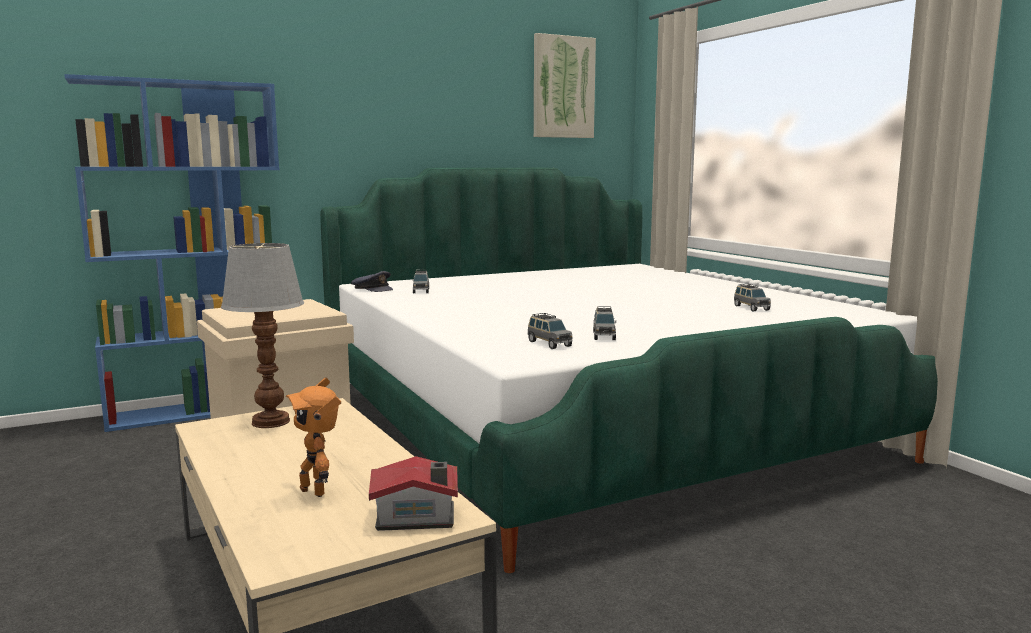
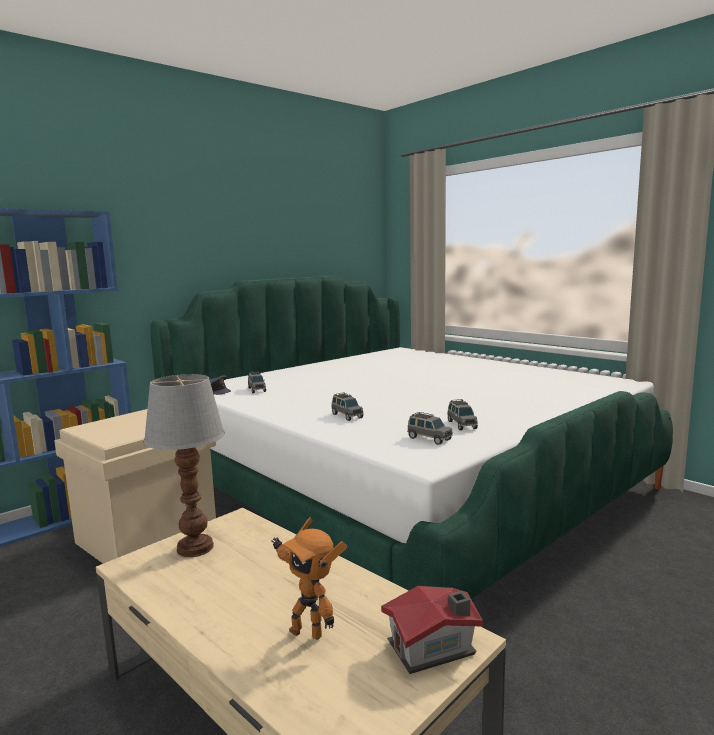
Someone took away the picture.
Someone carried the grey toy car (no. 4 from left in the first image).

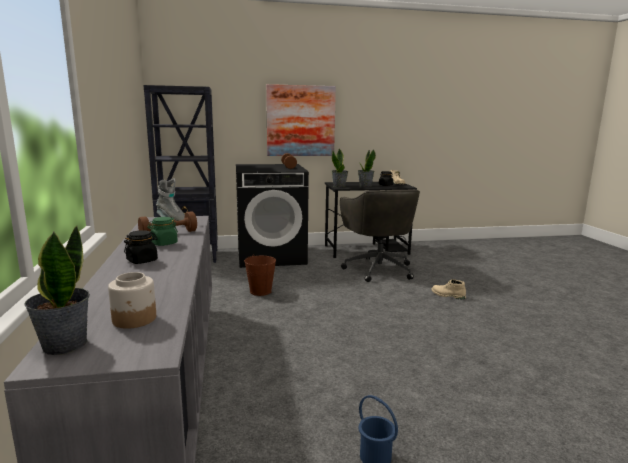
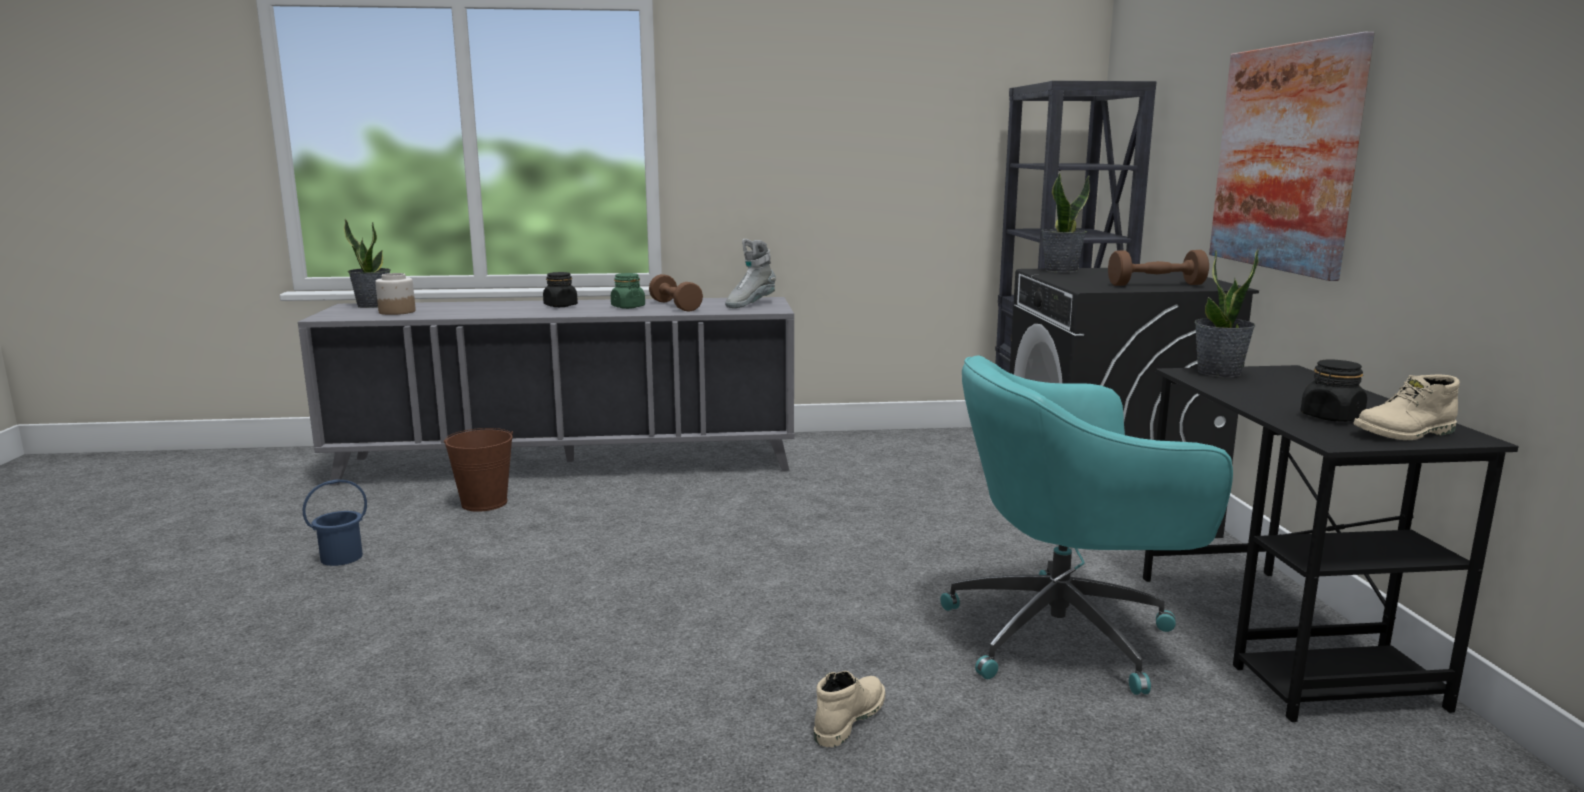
Someone carried the brown bucket.
Someone repainted the grey office chair, which became the turquoise office chair.
Someone carried the potted plant (no. 3 from left in the first image).

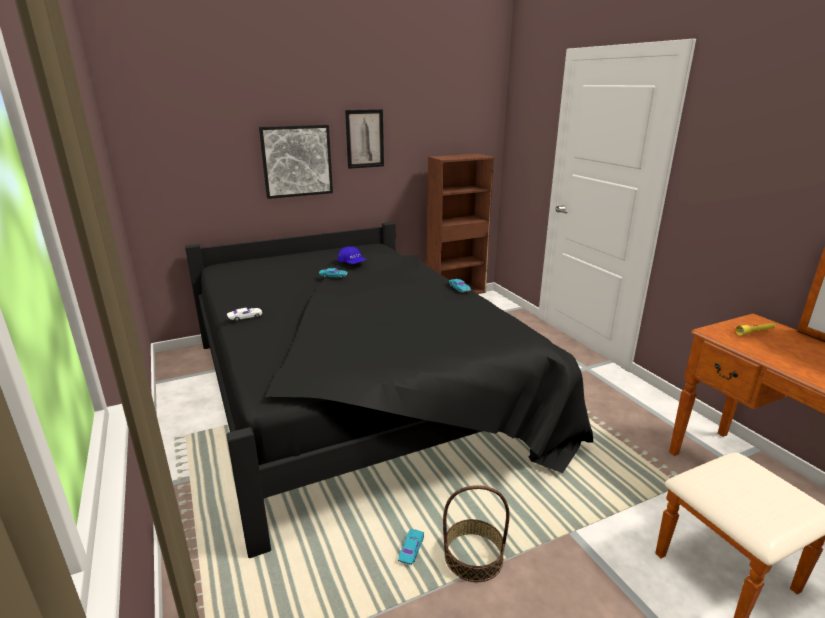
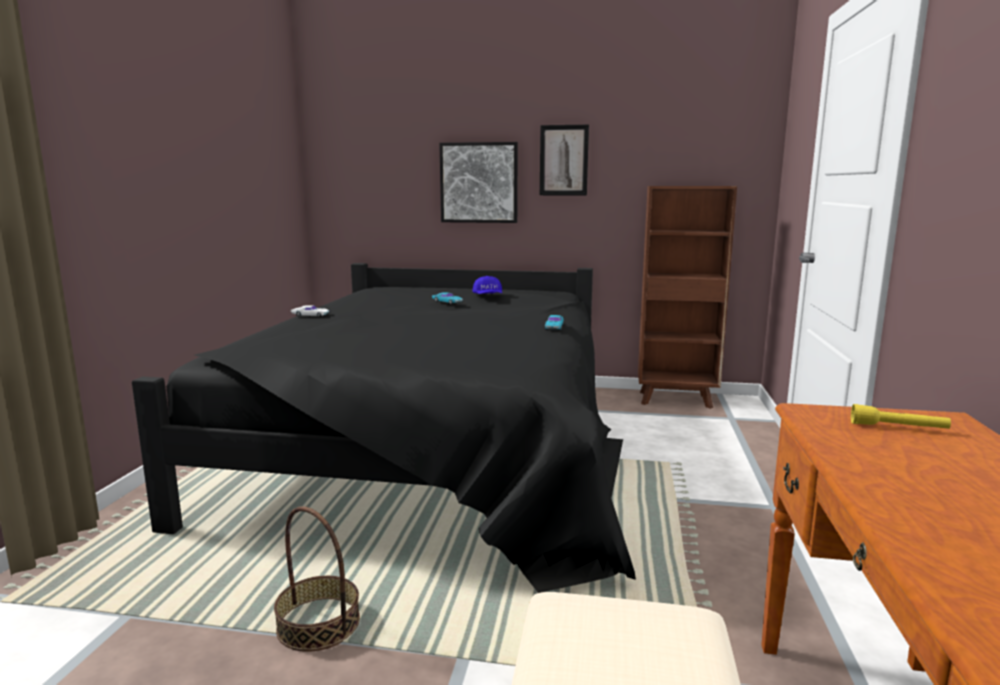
Someone took away the turquoise toy car (no. 2 from left).

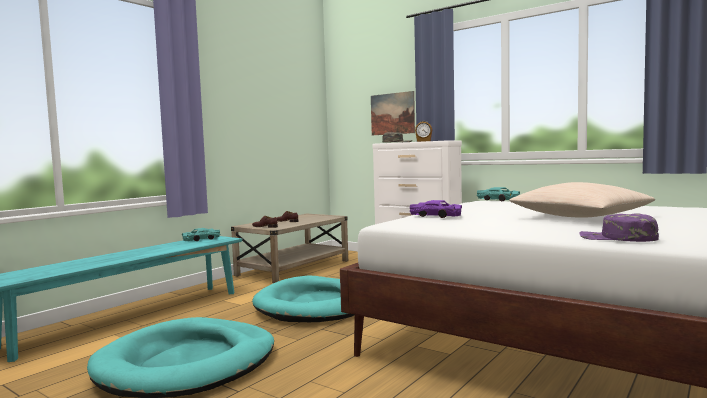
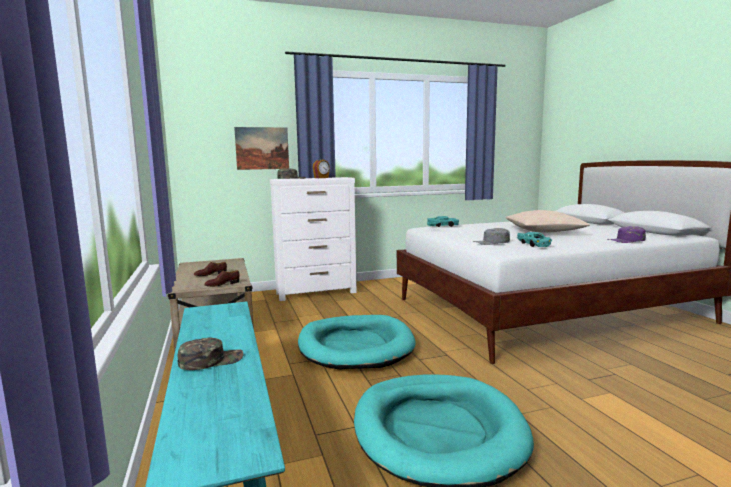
Someone carried the turquoise toy car (no. 1 from left in the first image).
Someone swapped the purple toy car for the grey cap.
Someone put down the green cap (no. 1 from left).

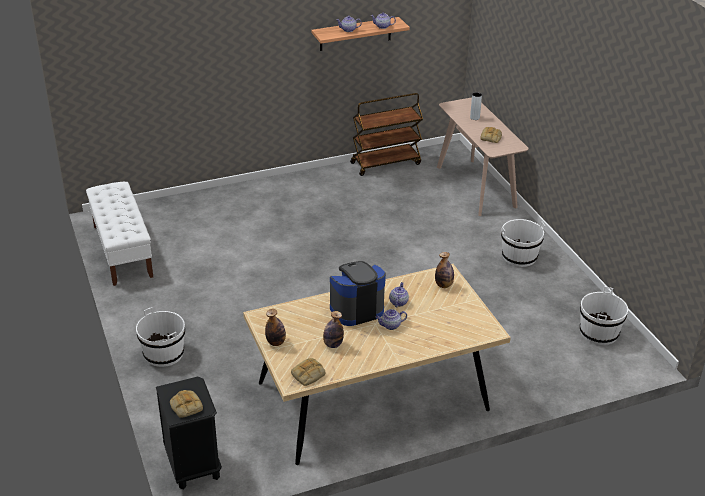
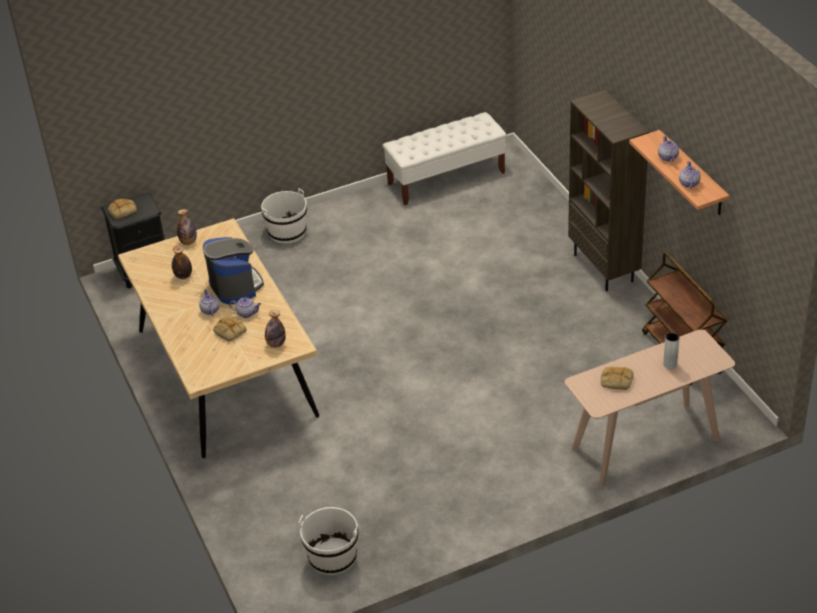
Someone carried the bread (no. 2 from left).
Someone took away the white bucket (no. 2 from left).
Someone put down the brown bookcase.

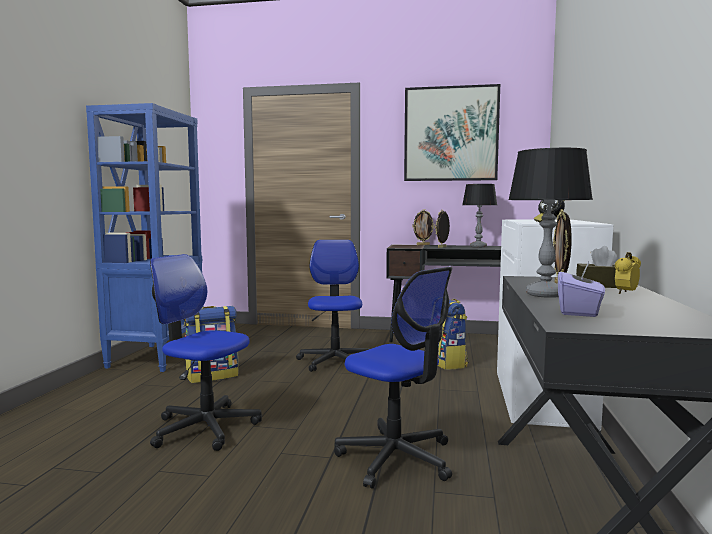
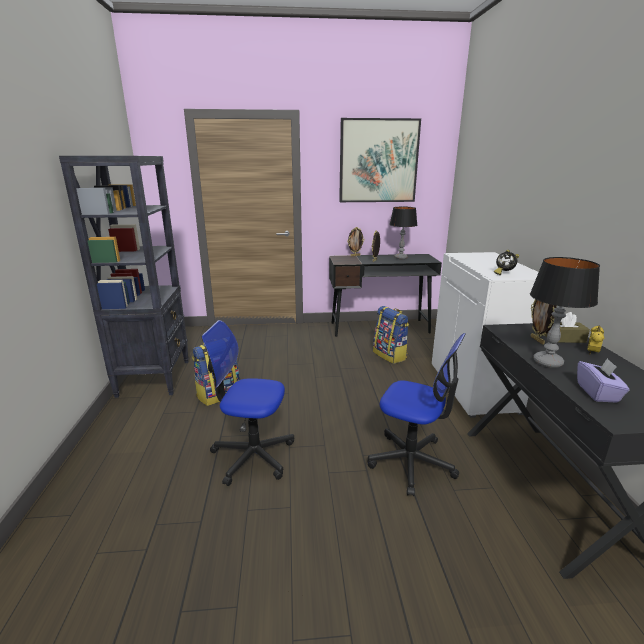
Someone repainted the blue bookcase, which became the black bookcase.
Someone took away the office chair (no. 2 from left).

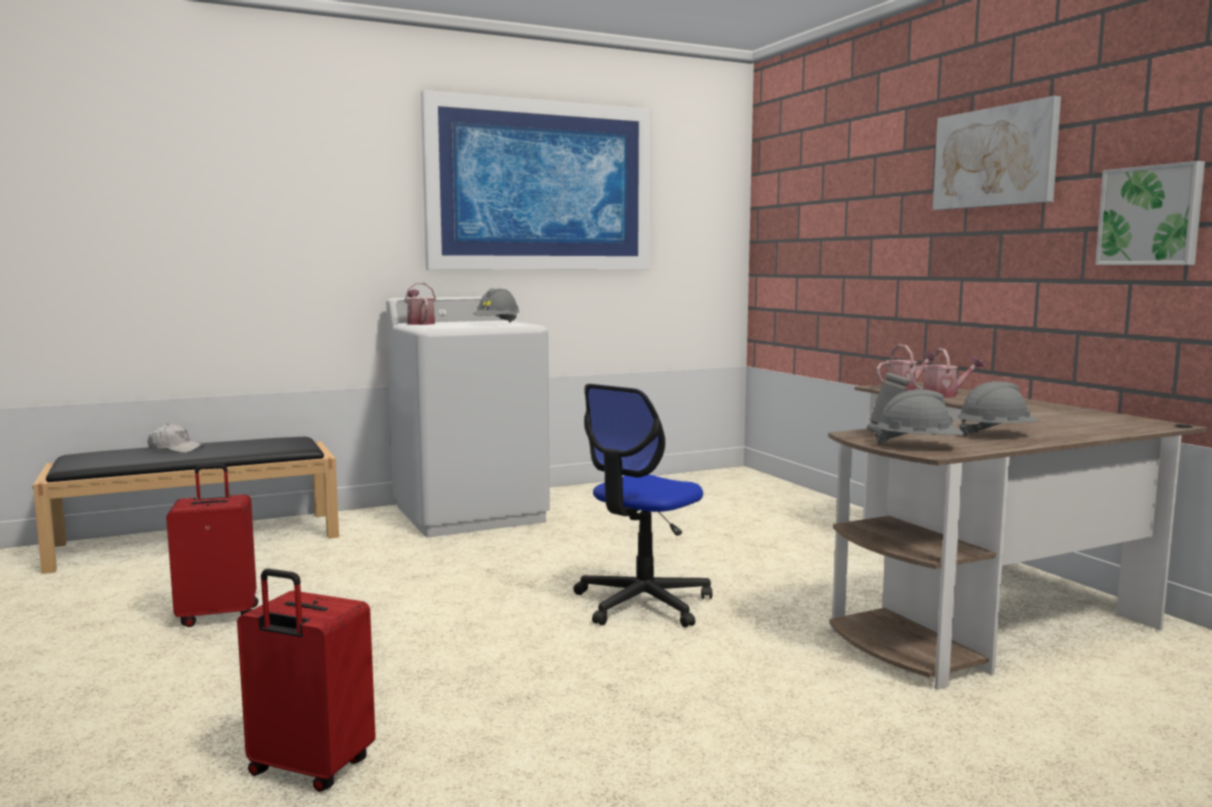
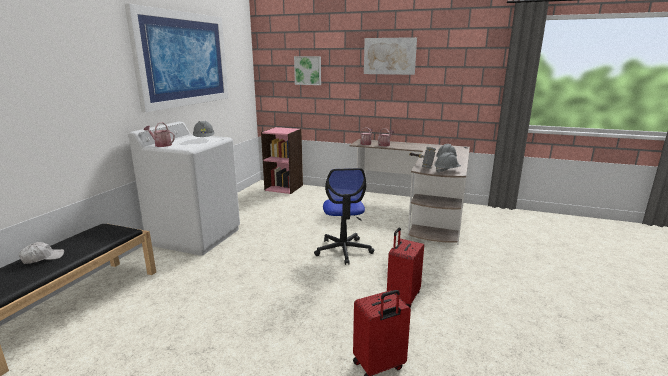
Someone carried the red suitcase (no. 1 from left in the first image).
Someone carried the picture (no. 3 from left in the first image).
Someone put down the pink bookcase.

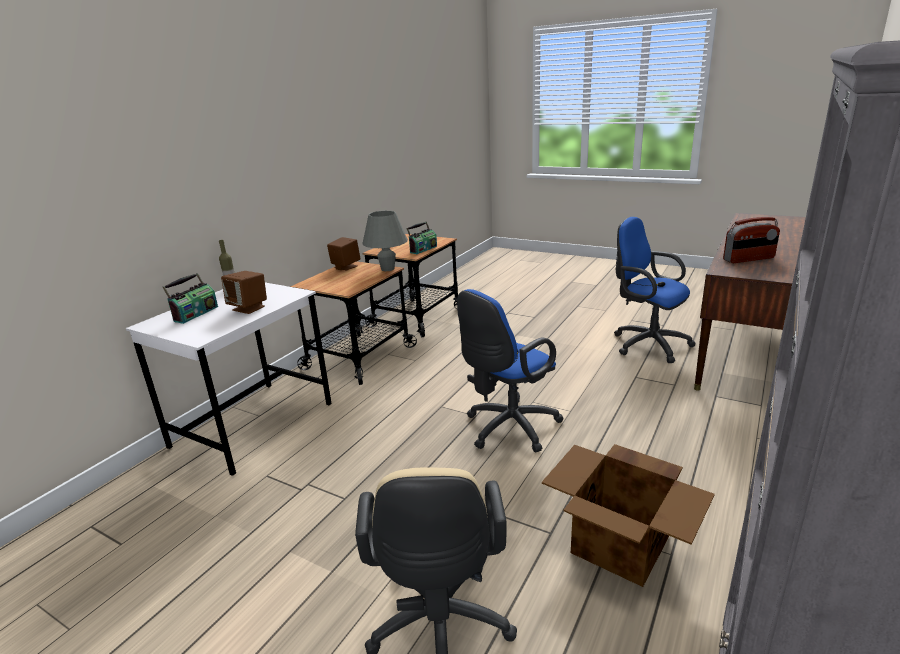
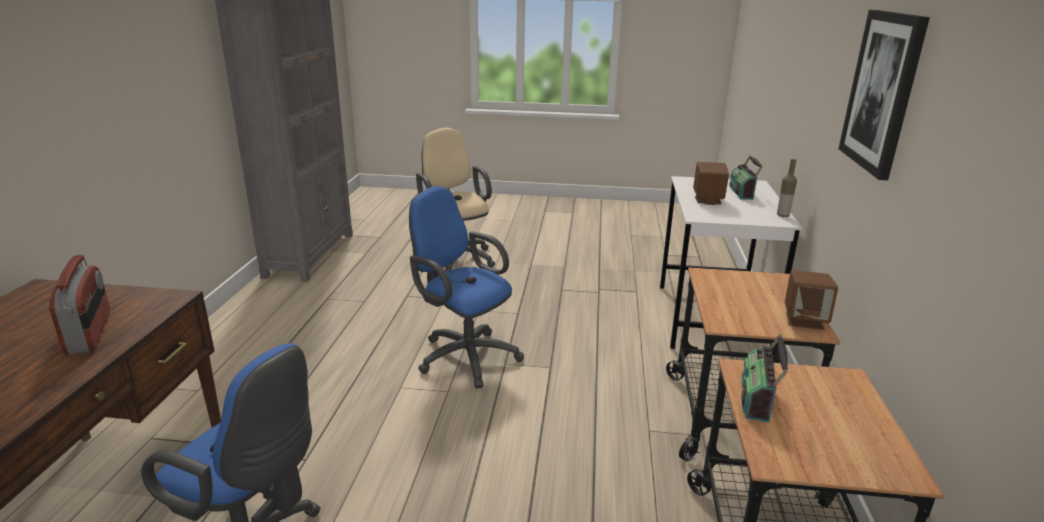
Someone took away the grey table lamp.
Someone rotated the blue office chair (no. 1 from left in the first image) by 75 degrees counterclockwise.
Someone took away the cardboard box.
Someone rotated the radio (no. 3 from left in the first image) by 105 degrees clockwise.
Someone put up the picture.

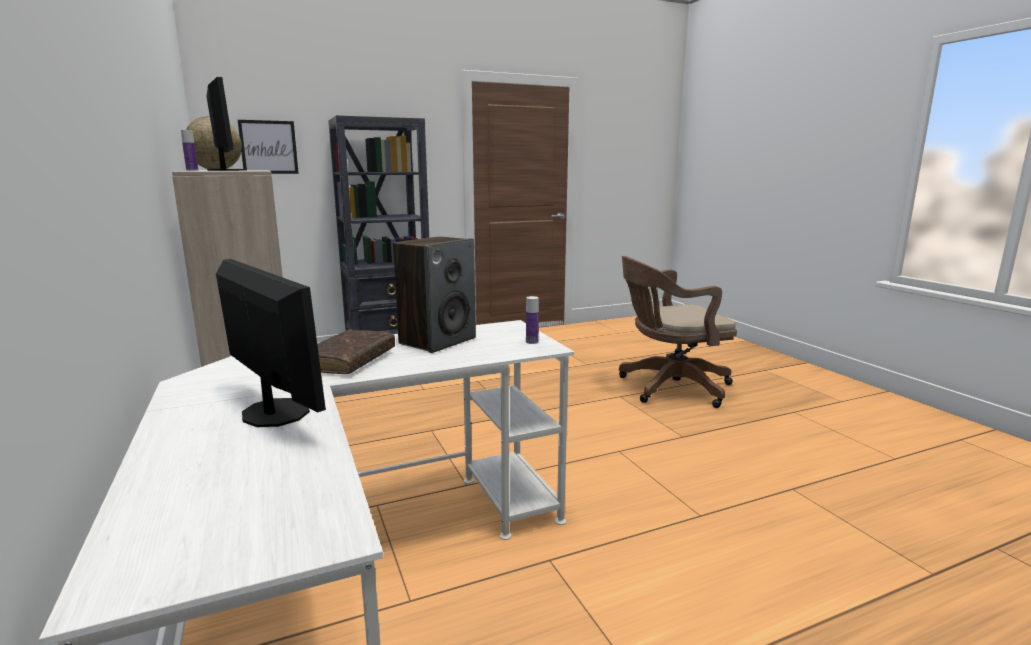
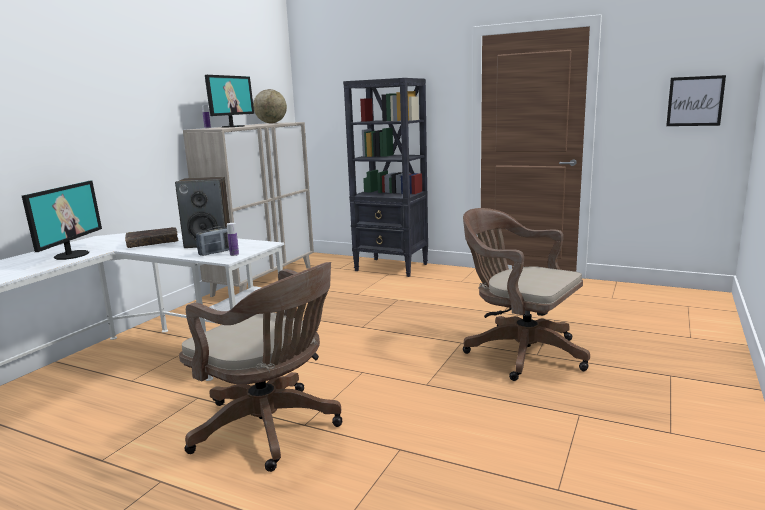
Someone carried the picture.
Someone put down the brown office chair (no. 1 from left).
Someone put down the radio.

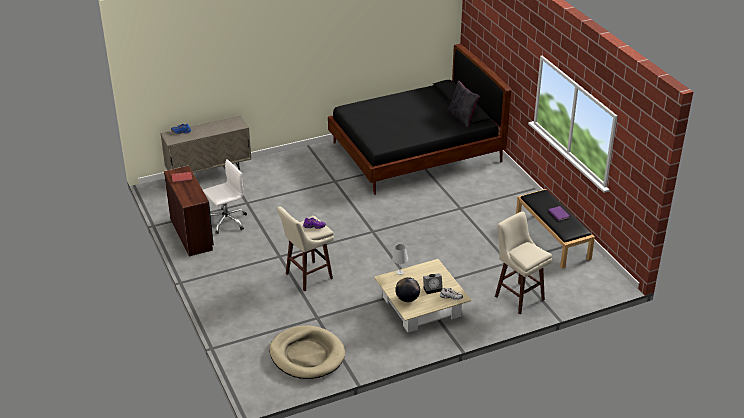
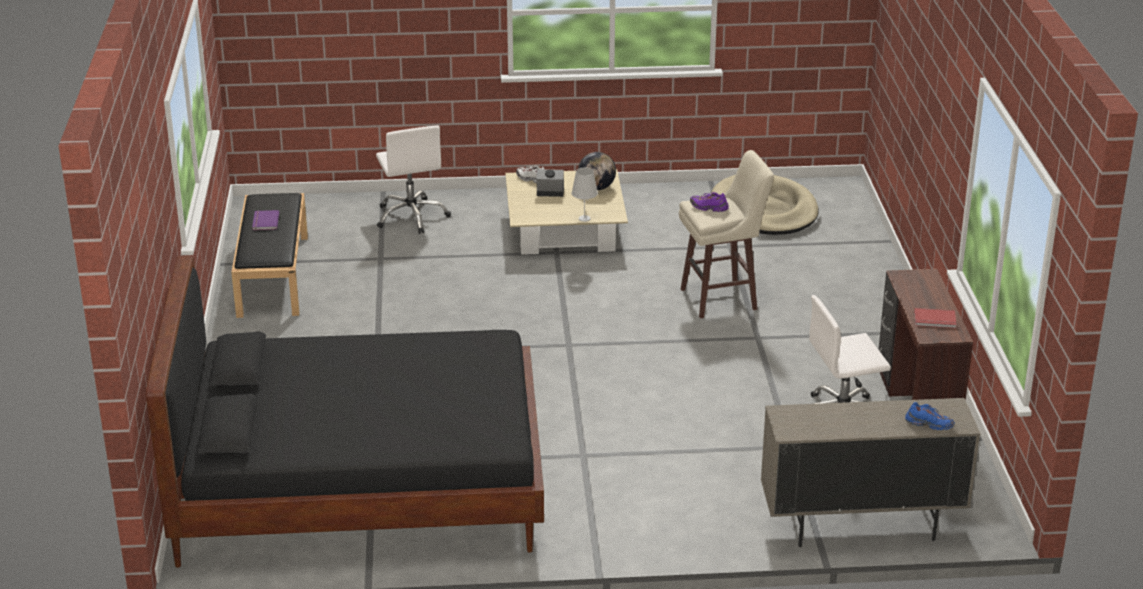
Someone took away the black pillow.
Someone swapped the beige stool (no. 2 from left) for the white office chair (no. 1 from left).

